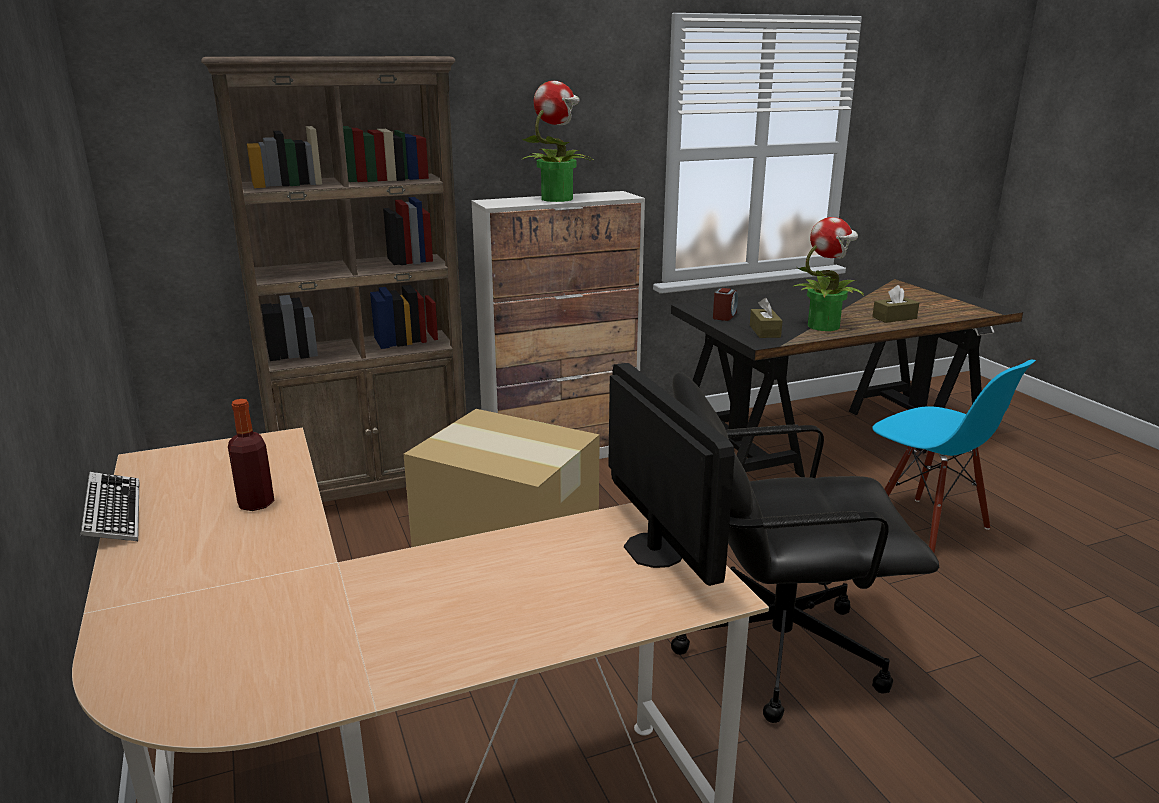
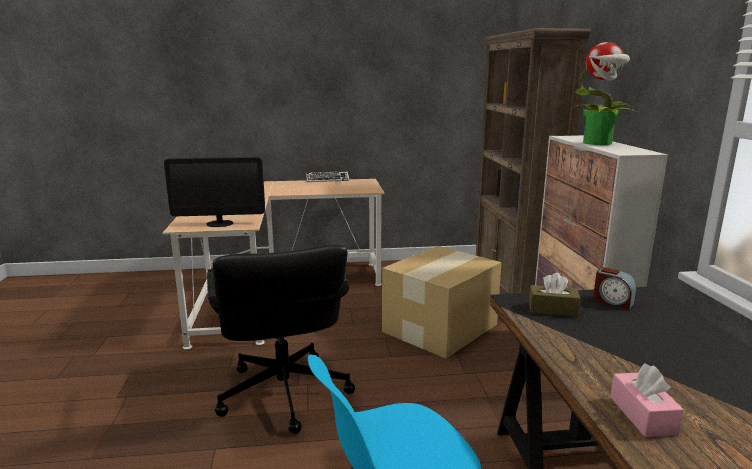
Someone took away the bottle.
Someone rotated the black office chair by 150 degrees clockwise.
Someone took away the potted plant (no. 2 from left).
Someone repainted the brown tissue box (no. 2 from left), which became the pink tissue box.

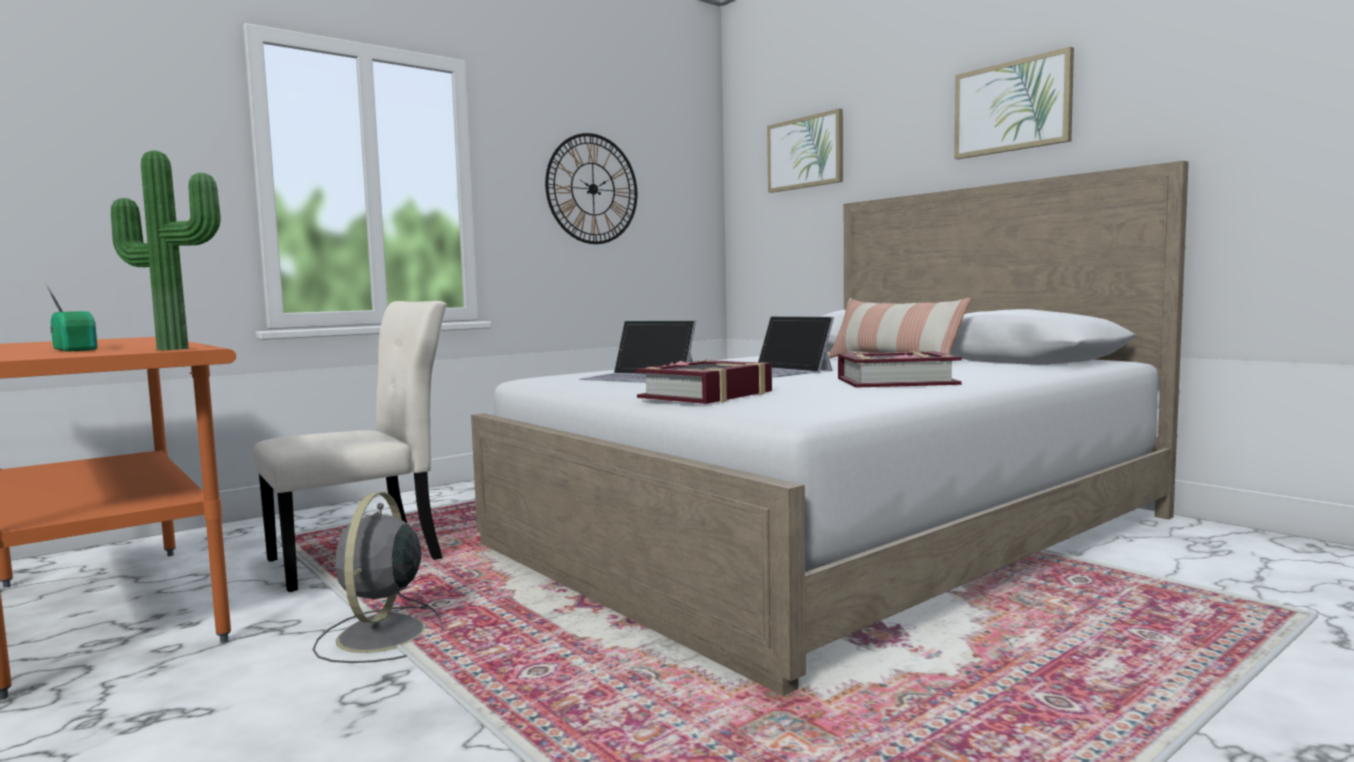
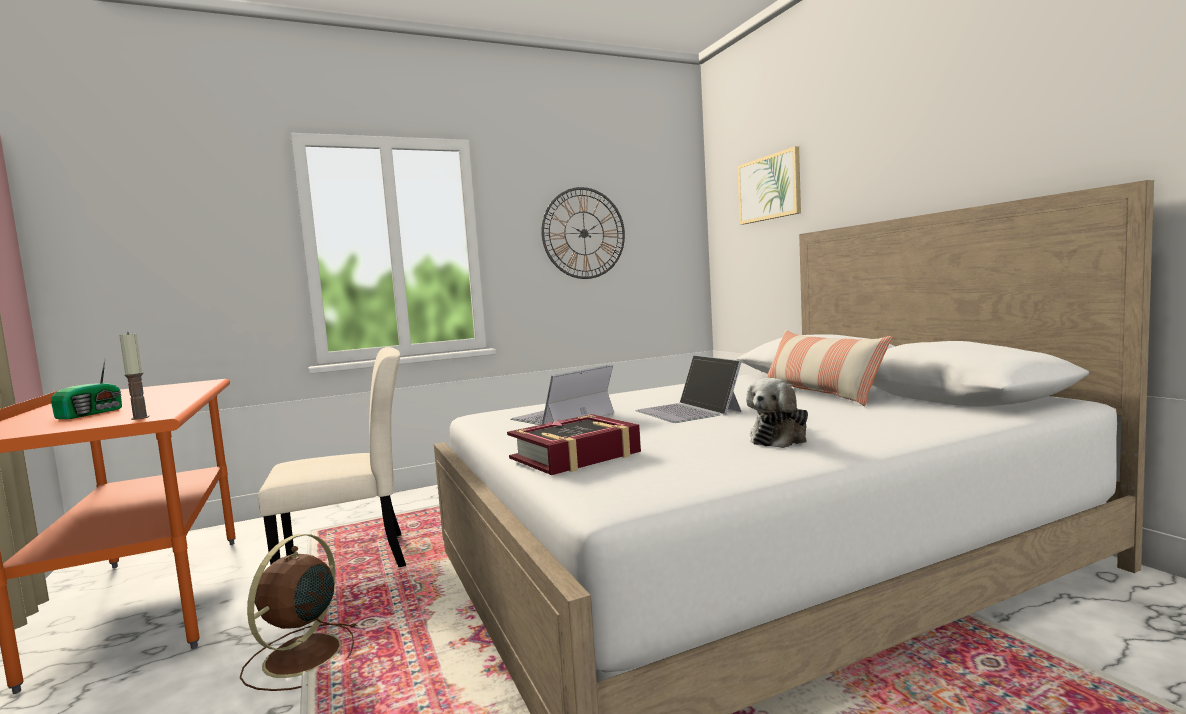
Someone rotated the radio by 45 degrees clockwise.
Someone swapped the potted plant for the candle.
Someone repainted the grey fan, which became the brown fan.
Someone rotated the laptop (no. 1 from left) by 90 degrees clockwise.
Someone swapped the book (no. 2 from left) for the plush toy.
Someone took away the picture (no. 2 from left).

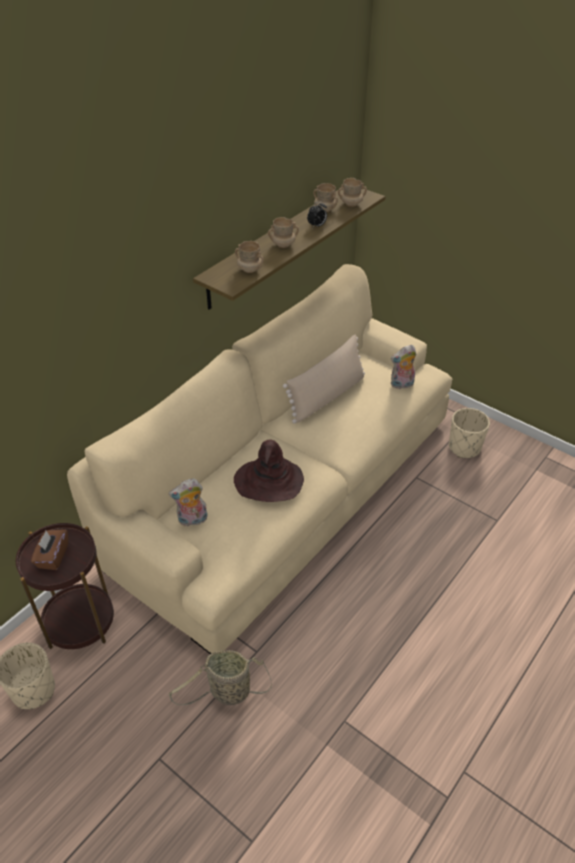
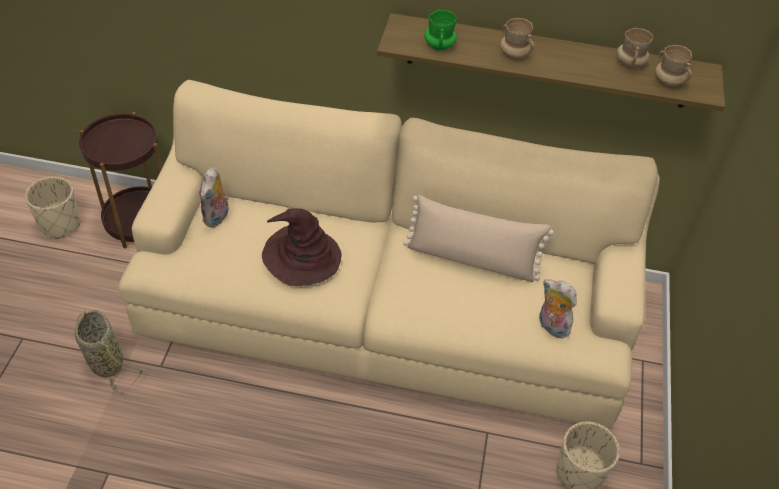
Someone took away the brown tissue box.
Someone rotated the plush toy (no. 1 from left) by 120 degrees counterclockwise.
Someone repainted the beige mug (no. 1 from left), which became the green mug.
Someone took away the alarm clock.

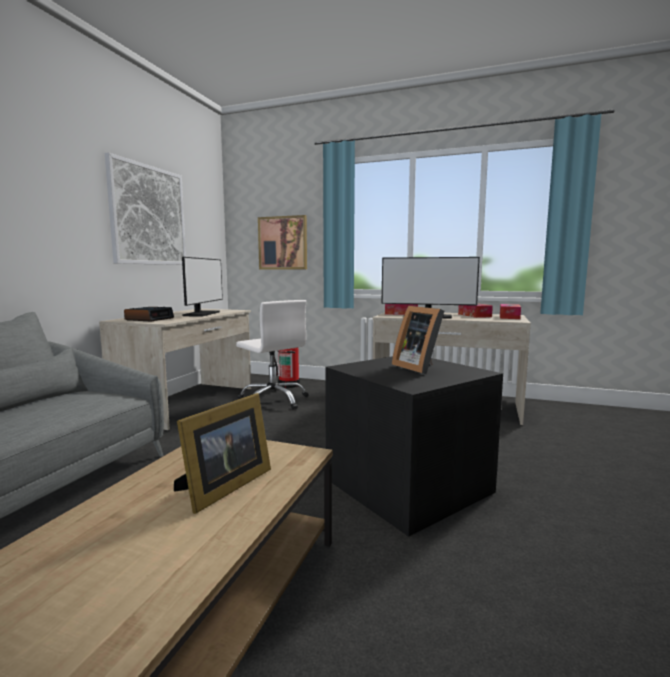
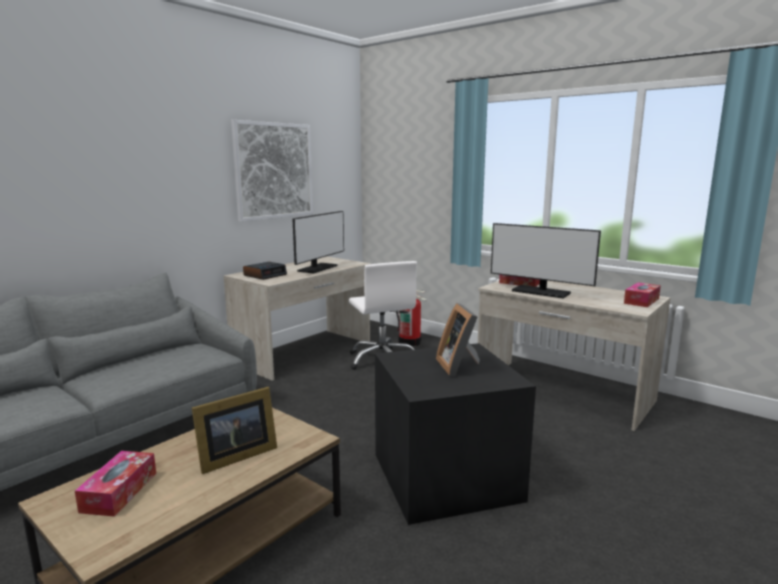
Someone took away the picture (no. 2 from left).
Someone carried the tissue box (no. 2 from left in the first image).

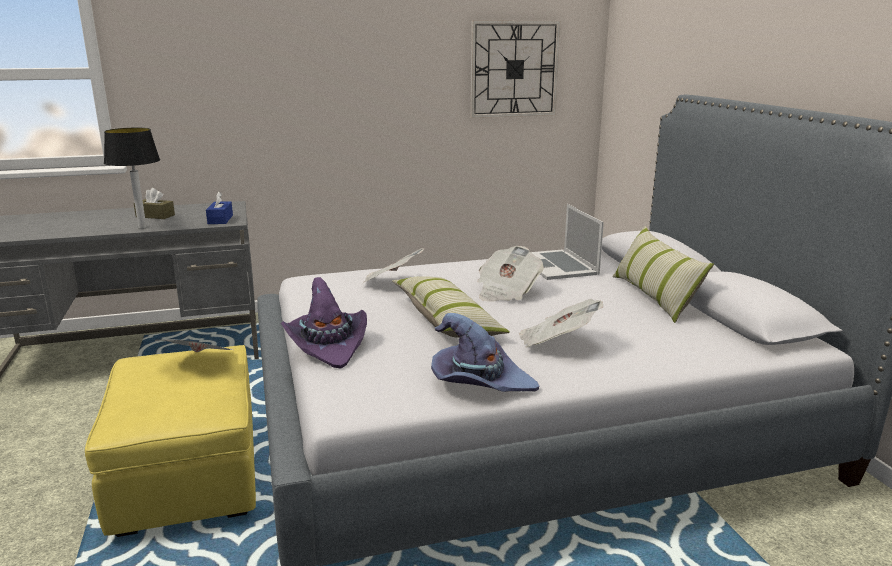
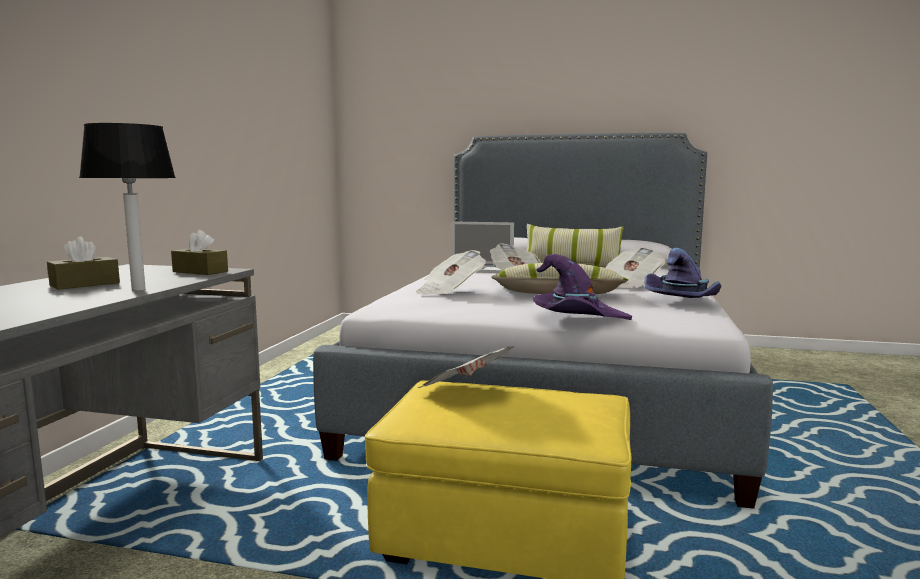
Someone repainted the blue tissue box, which became the brown tissue box (no. 2 from left).
Someone took away the wall clock.

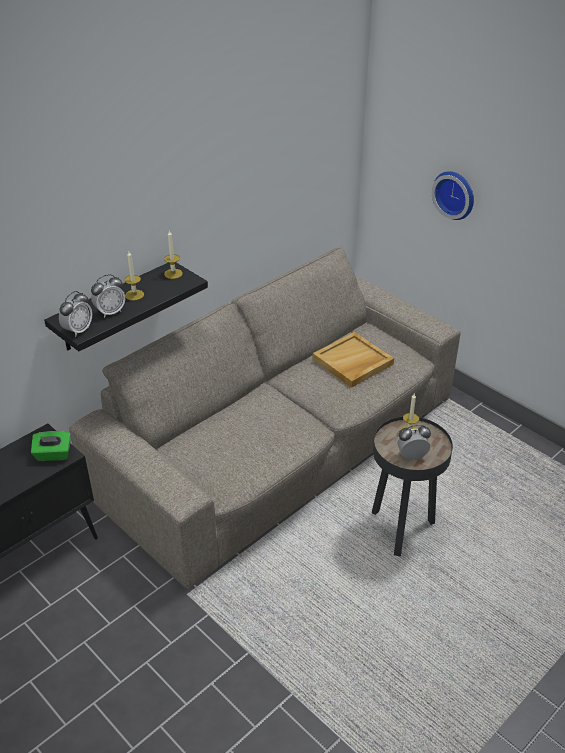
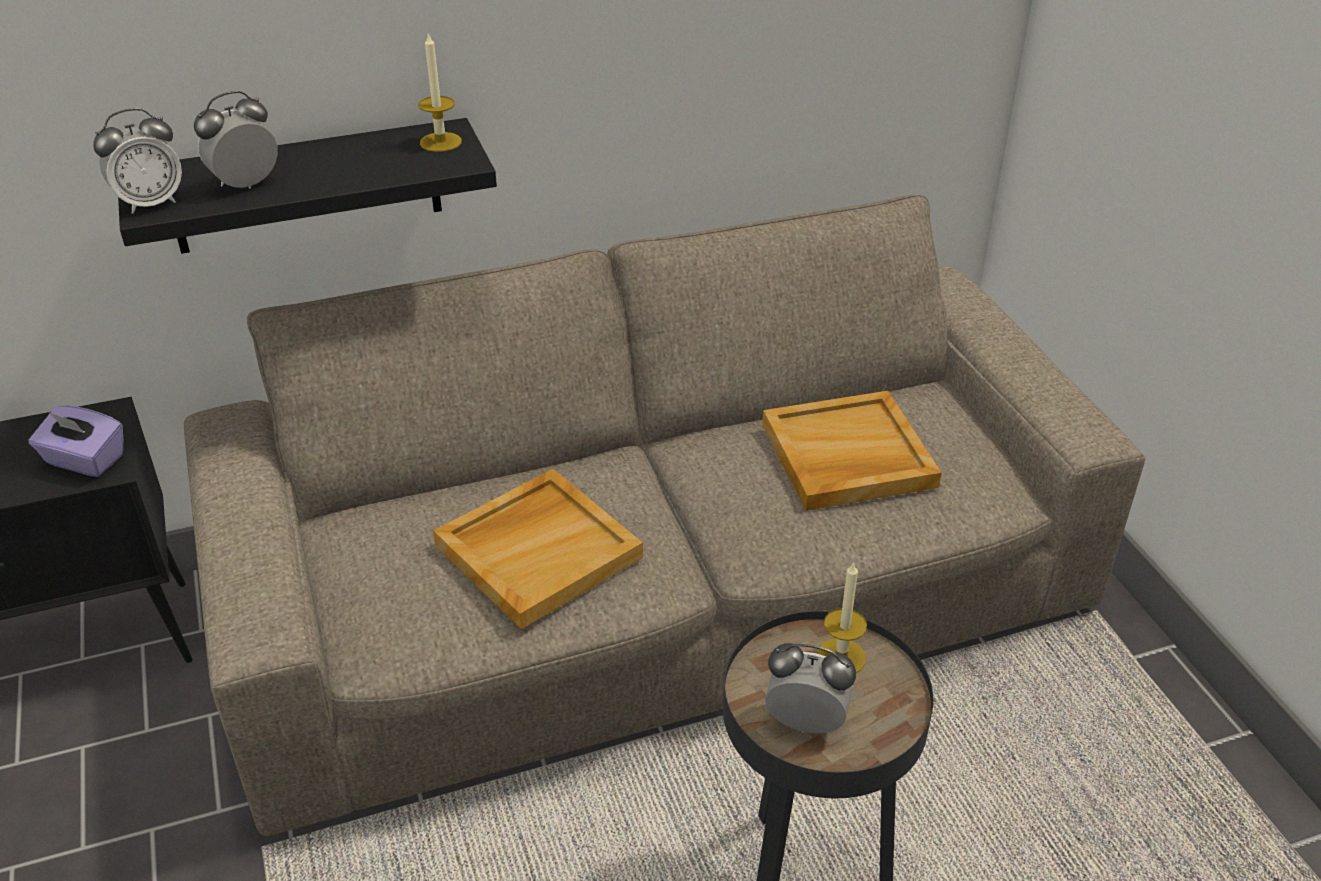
Someone repainted the green tissue box, which became the purple tissue box.
Someone rotated the alarm clock (no. 2 from left) by 150 degrees clockwise.
Someone took away the candle (no. 1 from left).
Someone took away the wall clock.
Someone put down the beige tray (no. 1 from left).

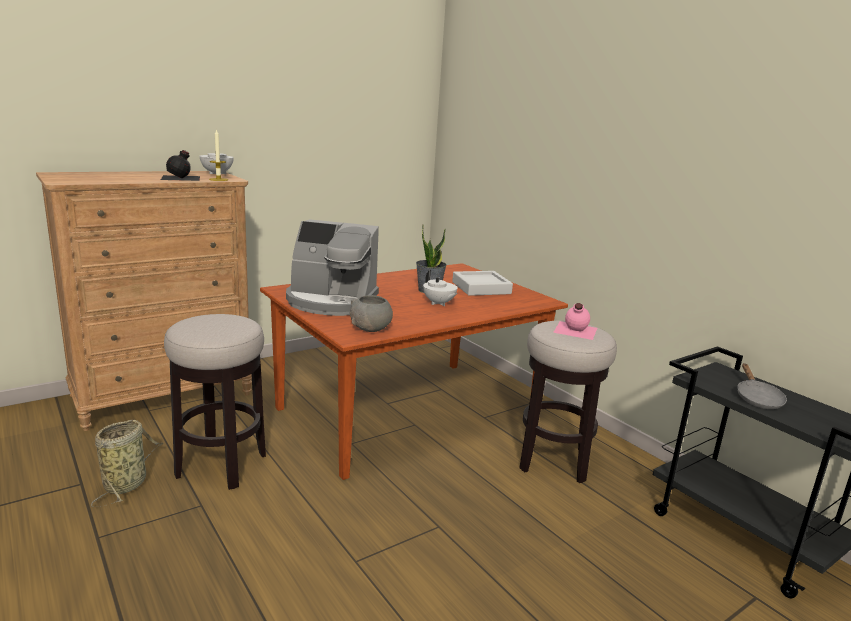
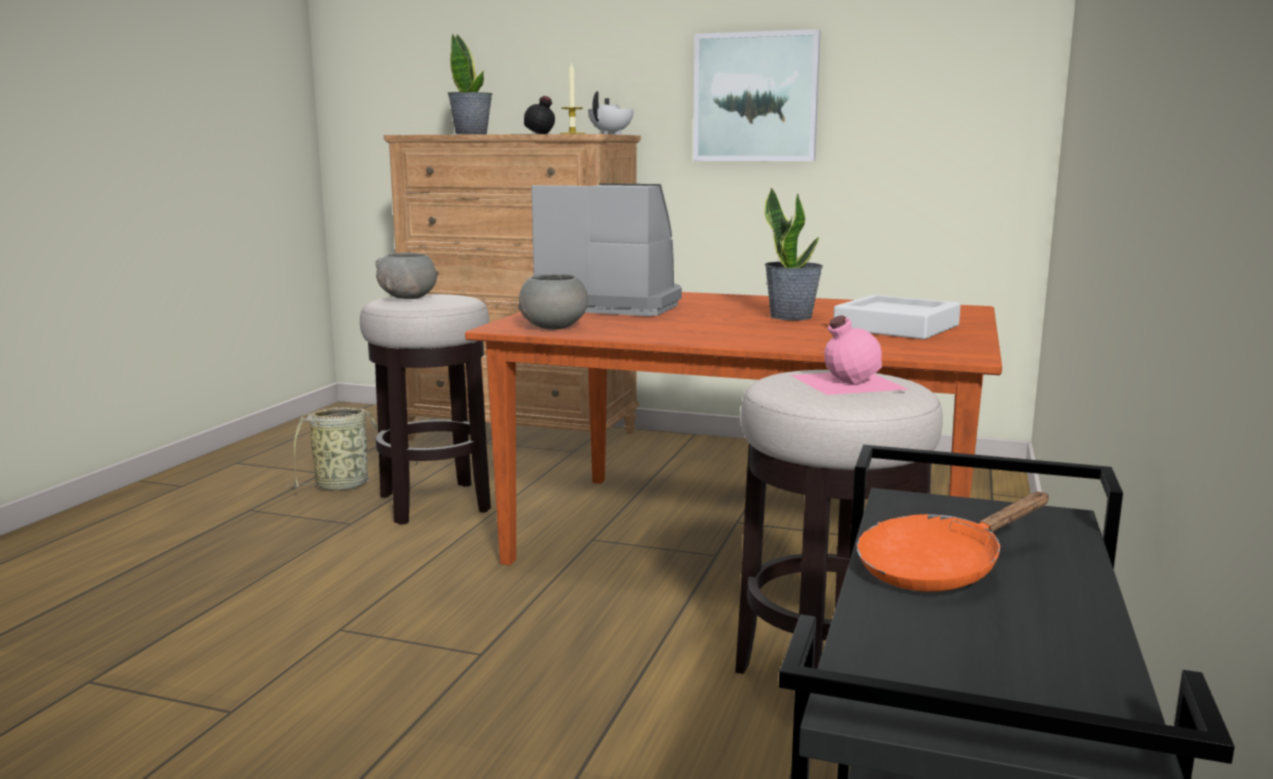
Someone rotated the coffee machine by 135 degrees clockwise.
Someone took away the white teapot (no. 2 from left).
Someone repainted the grey frying pan, which became the orange frying pan.
Someone put down the grey bowl (no. 1 from left).
Someone put down the potted plant (no. 1 from left).
Someone put up the picture.

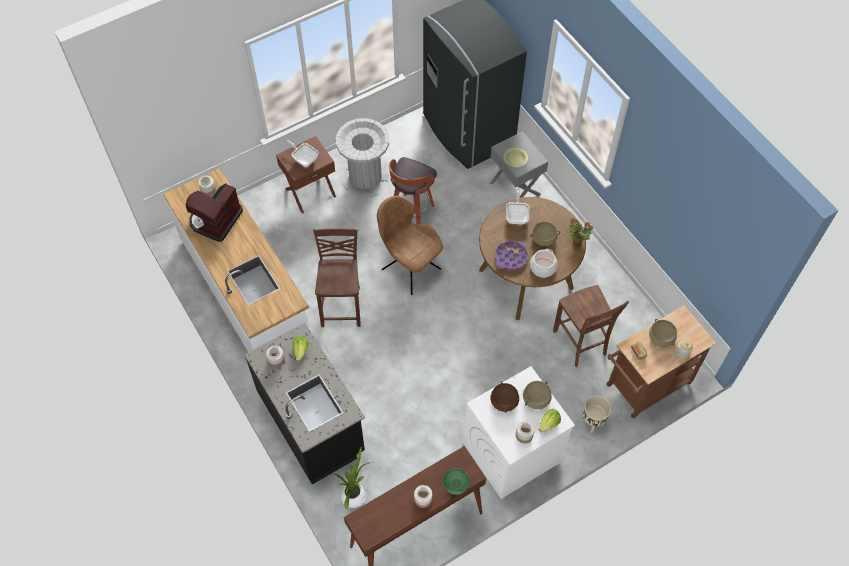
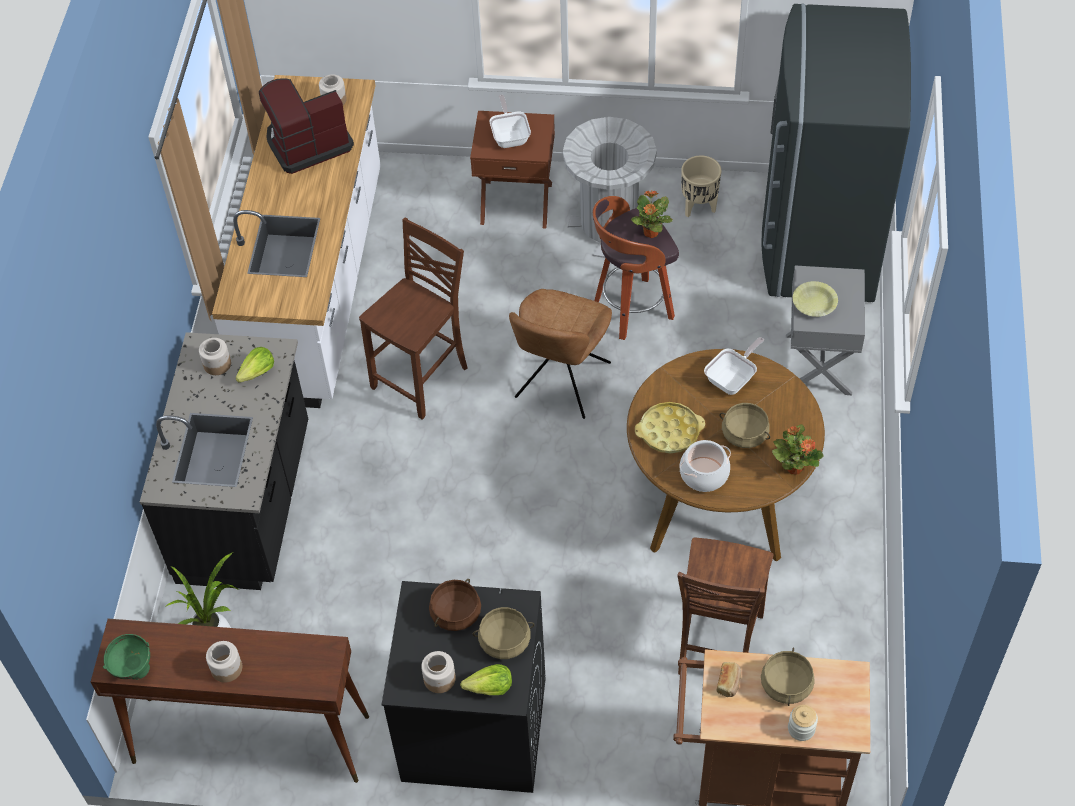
Someone rotated the brown chair (no. 2 from left) by 150 degrees counterclockwise.
Someone carried the green bowl.
Someone repainted the white washing machine, which became the black washing machine.
Someone repainted the purple tray, which became the yellow tray.
Someone carried the beige planter.
Someone put down the potted plant (no. 2 from left).

